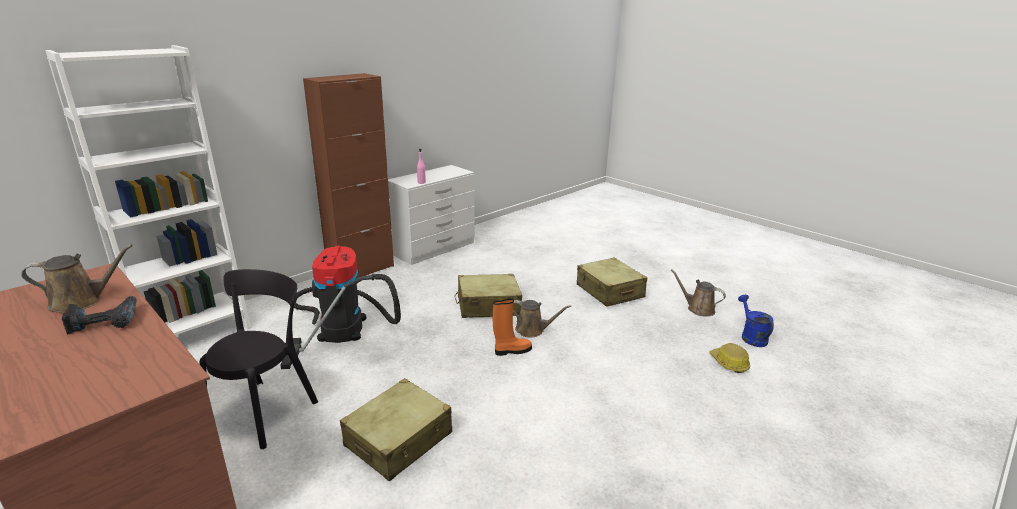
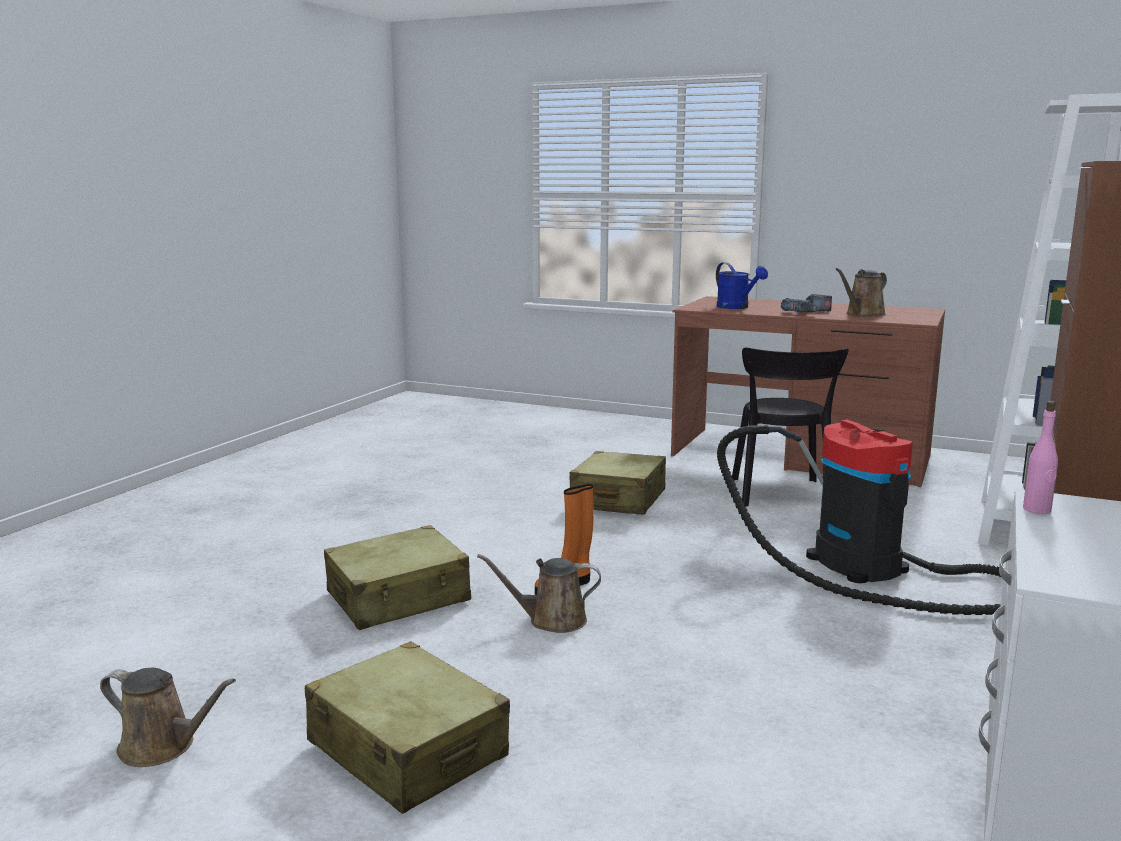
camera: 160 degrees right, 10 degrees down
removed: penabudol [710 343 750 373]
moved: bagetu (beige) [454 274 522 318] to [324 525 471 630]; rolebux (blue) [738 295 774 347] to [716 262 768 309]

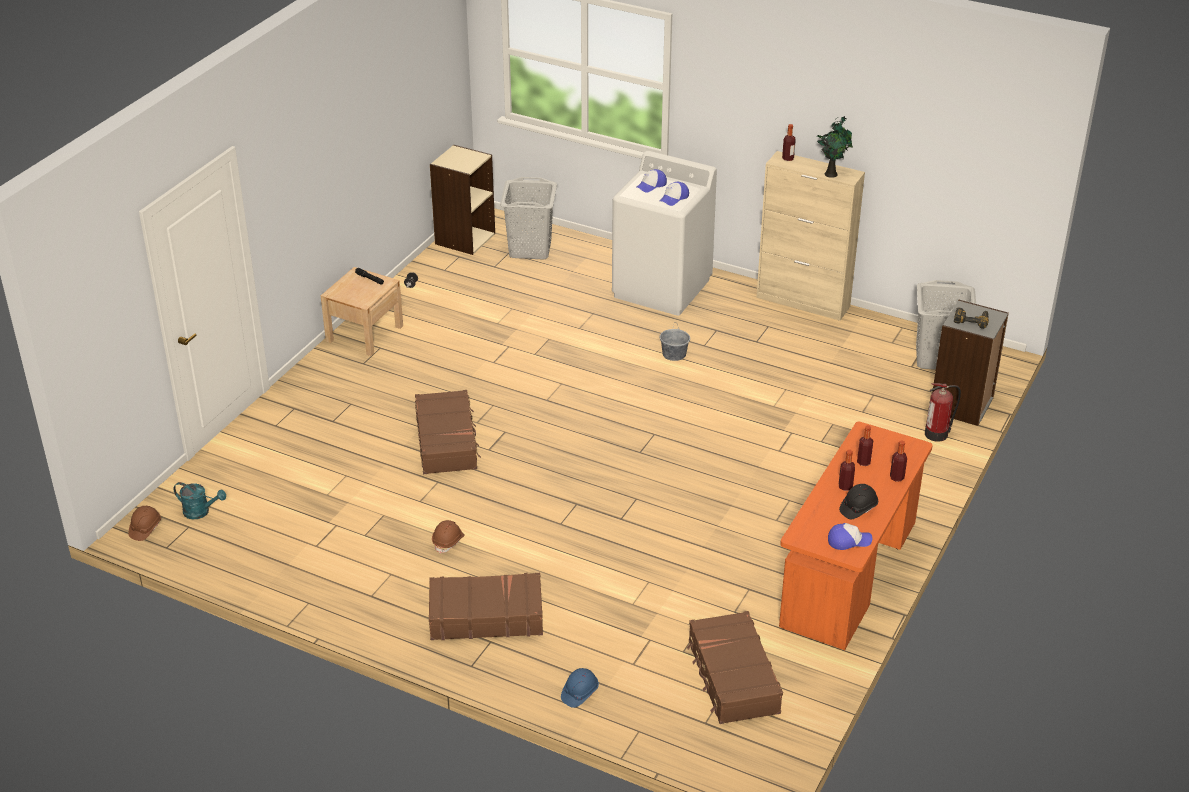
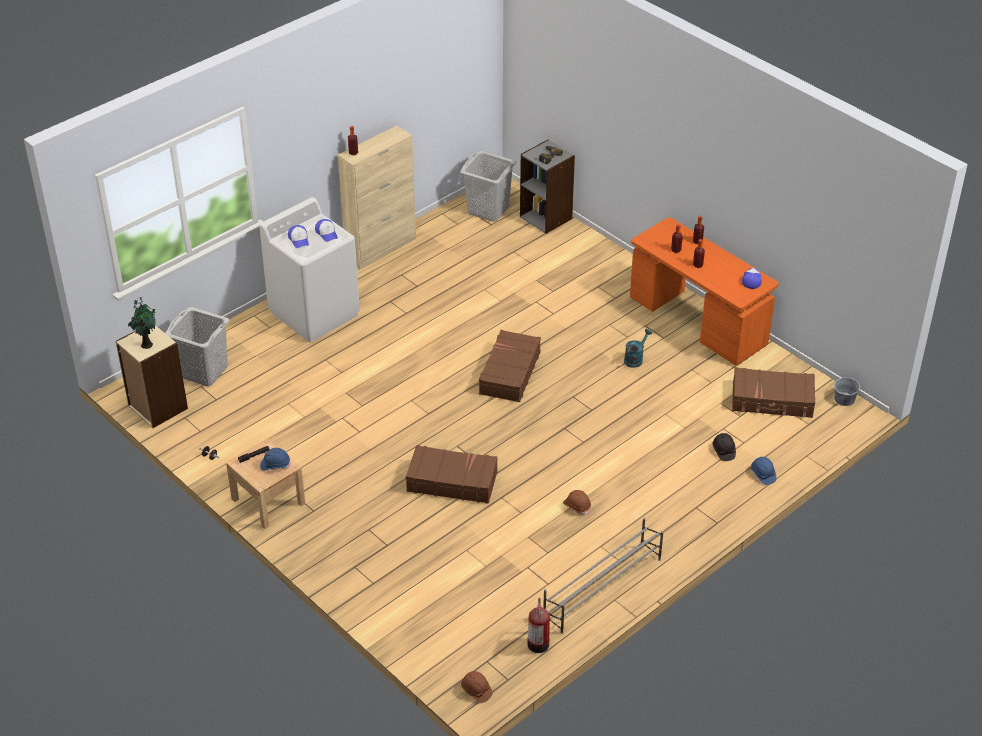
camera: 70 degrees left, 5 degrees up
added: penabudol (blue) [260 448 291 471]; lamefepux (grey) [543 517 663 634]
moved: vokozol [817 116 853 178] to [128 297 156 349]; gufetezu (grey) [660 324 690 361] to [834 377 860 406]; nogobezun [925 383 961 442] to [528 598 550 653]; rolebux (turquoise) [174 482 226 519] to [624 329 652 368]; penabudol (black) [839 484 878 519] to [712 433 736 461]; bagetu (brown) [429 573 543 640] to [477 330 541 402]

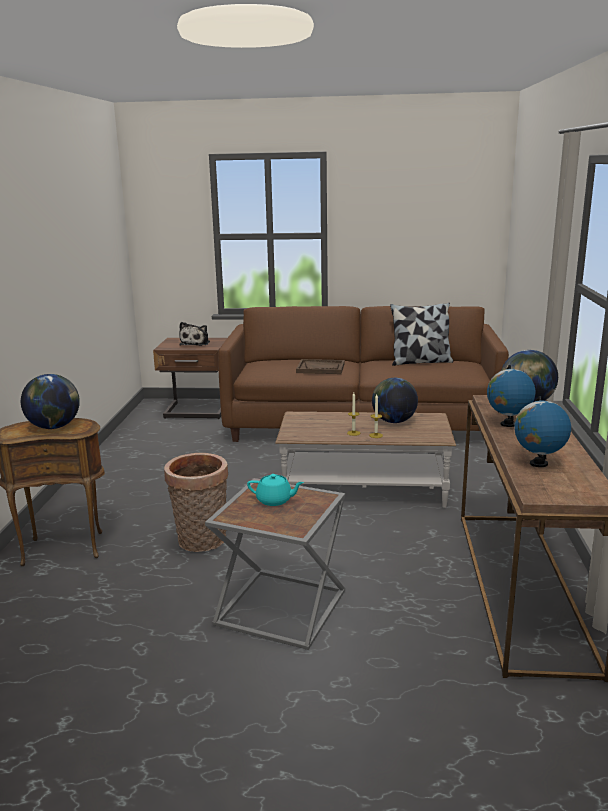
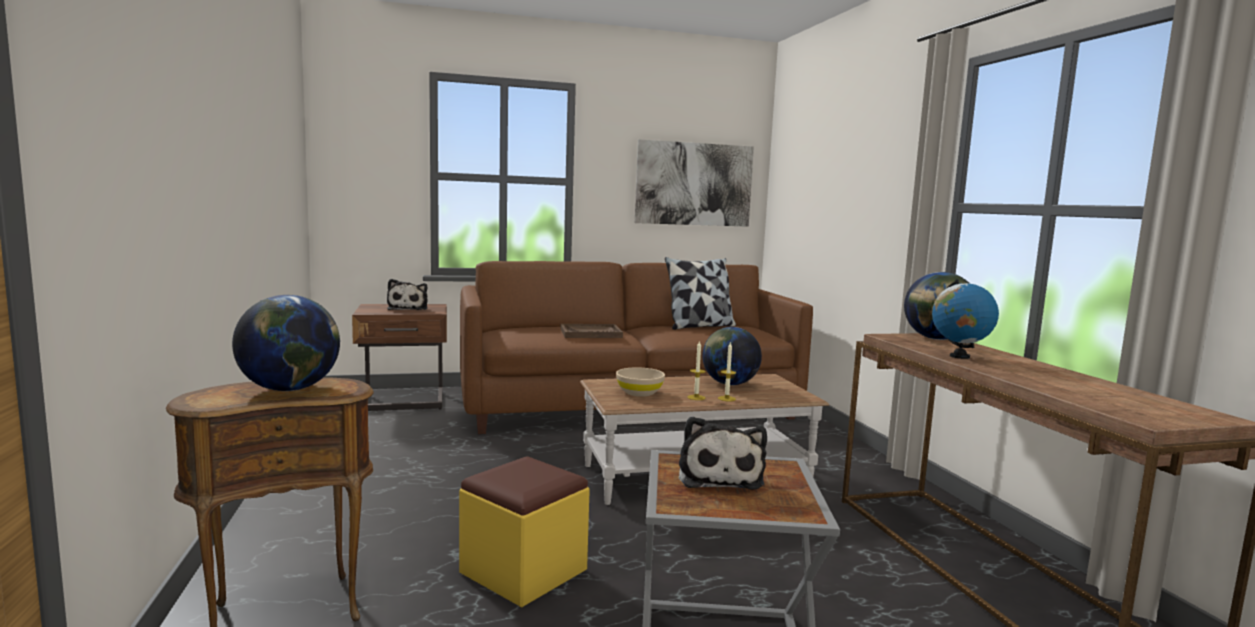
camera: 20 degrees left, 10 degrees down
removed: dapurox [514 396 571 467]
added: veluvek [635 139 754 227]; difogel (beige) [616 367 665 397]
replaced: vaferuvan [164 453 228 552] to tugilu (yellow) [459 457 590 607]; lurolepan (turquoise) [247 474 304 506] to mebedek [679 416 767 490]

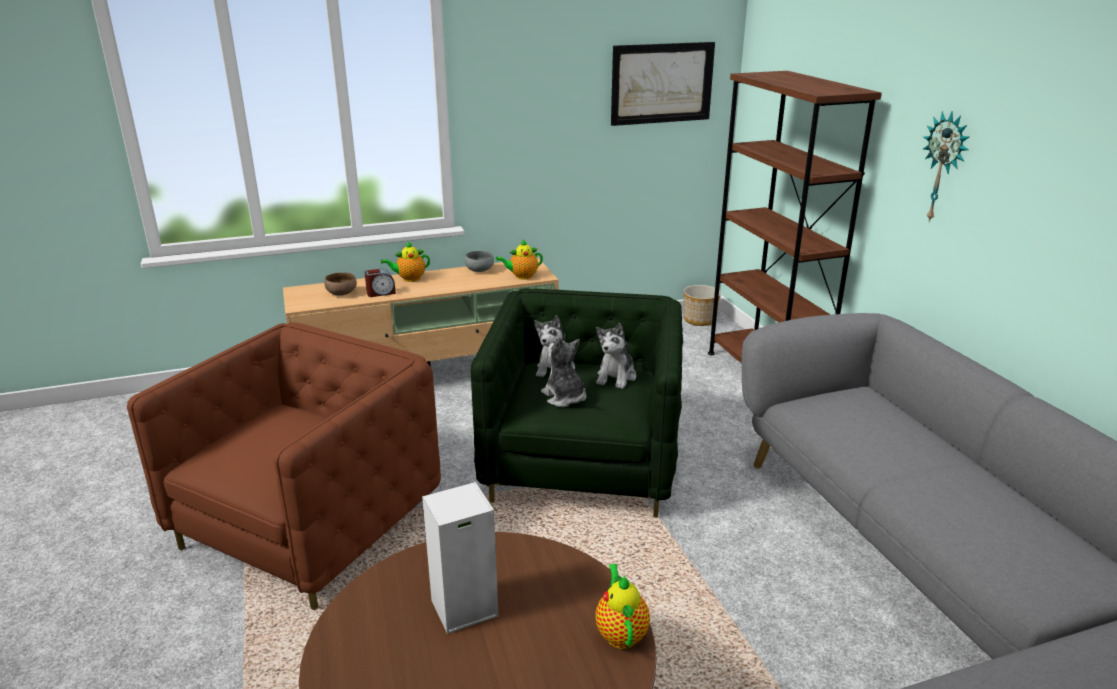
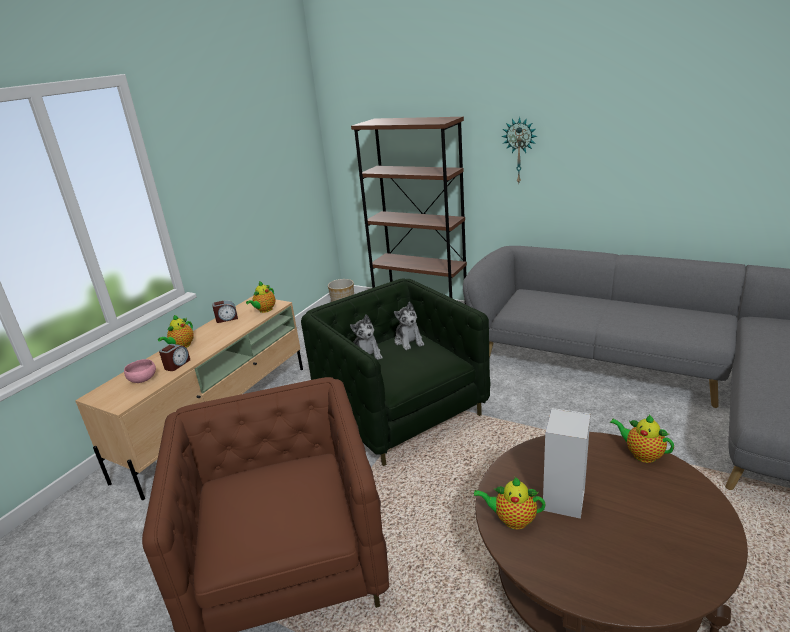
camera: 40 degrees left, 0 degrees up
removed: veluvek [611 42 715 126]; mebedek [541 337 586 407]
added: lurolepan [474 477 546 529]
replaced: difogel (grey) [465 251 494 272] to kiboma [212 300 238 323]
recoloured: difogel (brown) [324 273 357 296] to difogel (pink) [124 359 156 383]

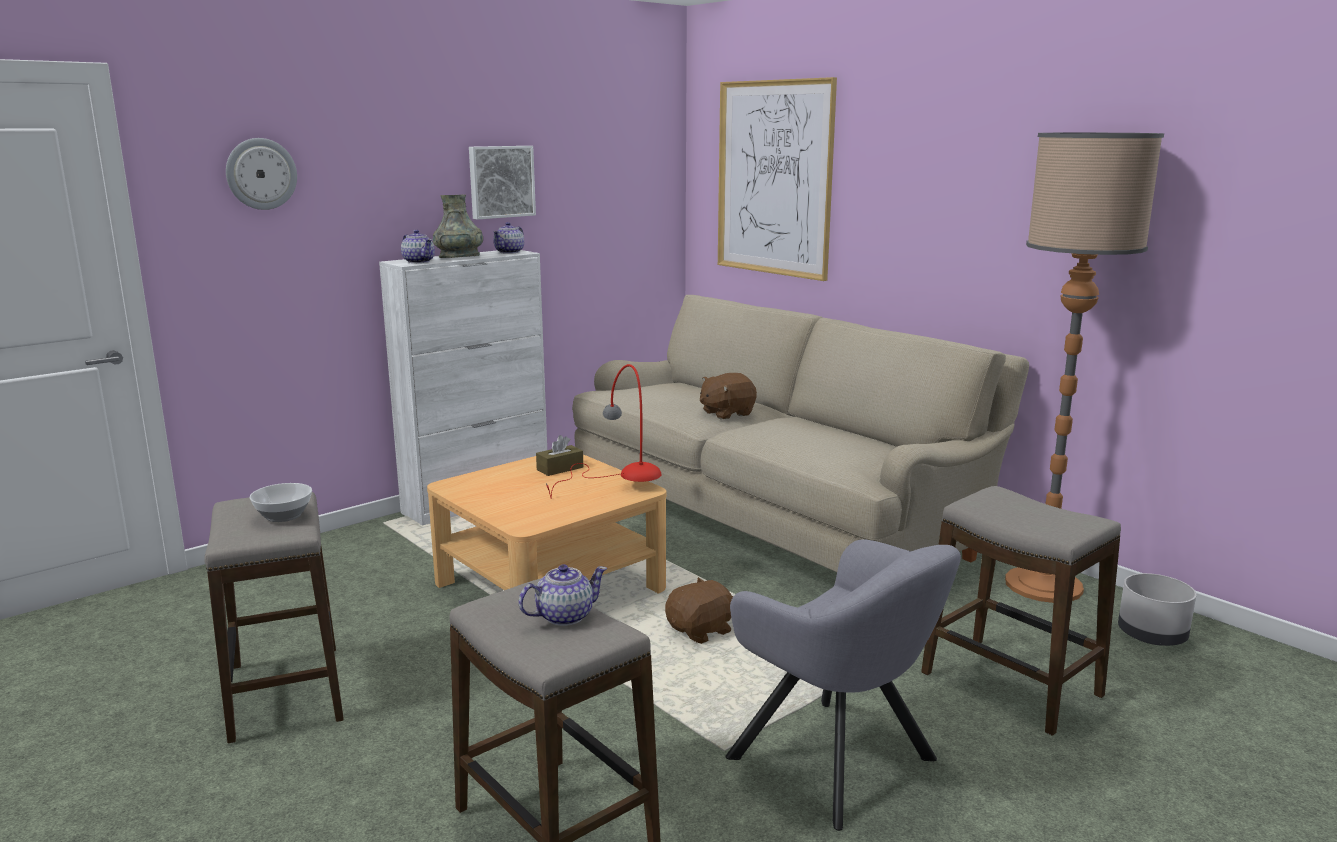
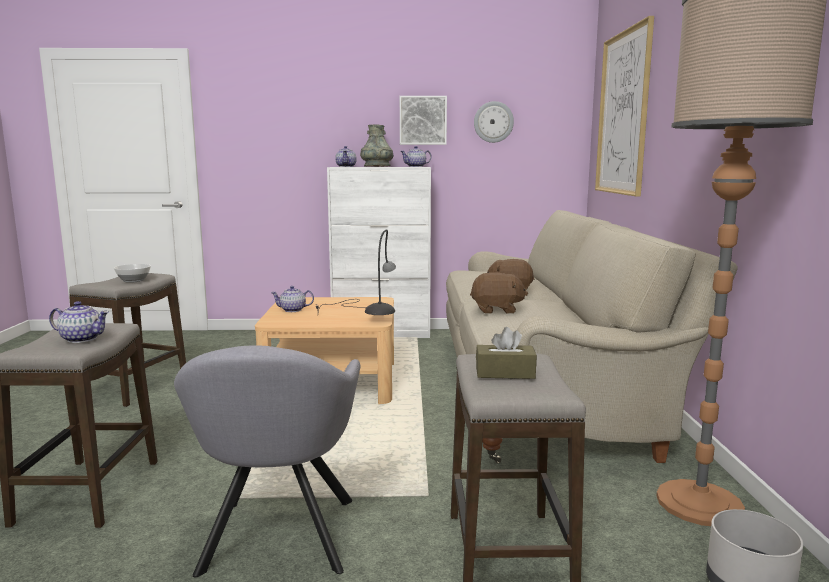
camera: 40 degrees right, 5 degrees down
added: lurolepan [271 286 314 312]
moved: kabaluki [226 138 297 210] to [474 101 514 143]; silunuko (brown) [536 435 583 476] to [476 327 537 379]; mebedek (brown) [665 577 733 644] to [470 272 528 314]
recoloured: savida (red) [546 364 662 499] to savida (grey) [316 229 396 315]

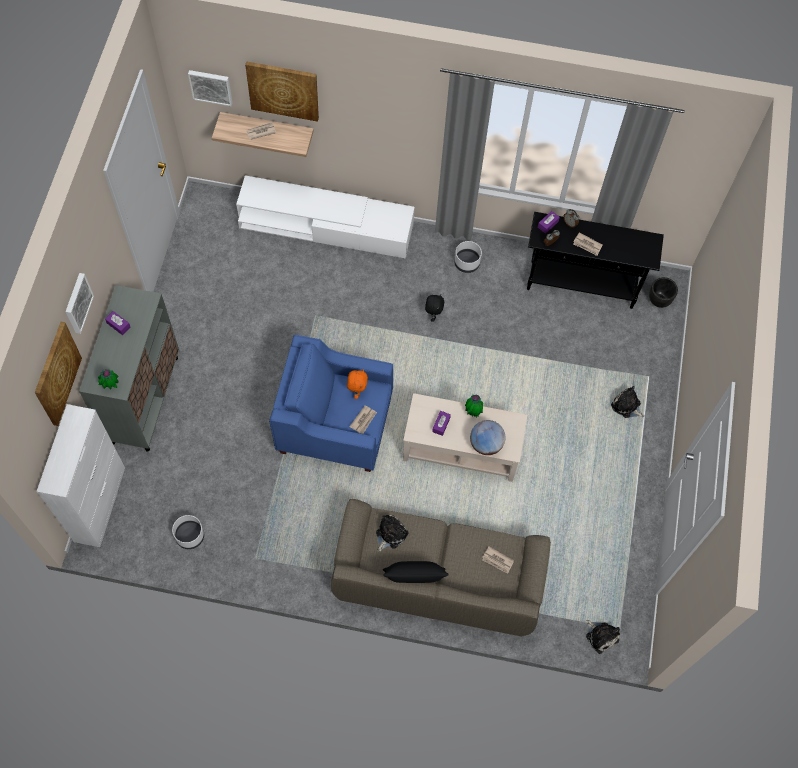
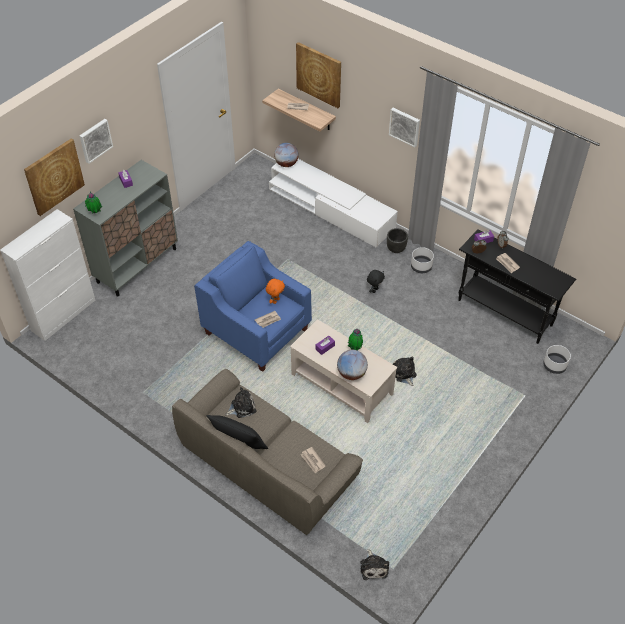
camera: 30 degrees right, 15 degrees down
added: dapurox [274 143 299 167]
moved: veluvek [188 70 233 106] to [389 108 420 147]; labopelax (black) [649 277 678 308] to [387 228 408 253]; mebedek [611 386 645 418] to [393 356 417 386]; labopelax (white) [172 515 204 549] to [543 345 571 374]

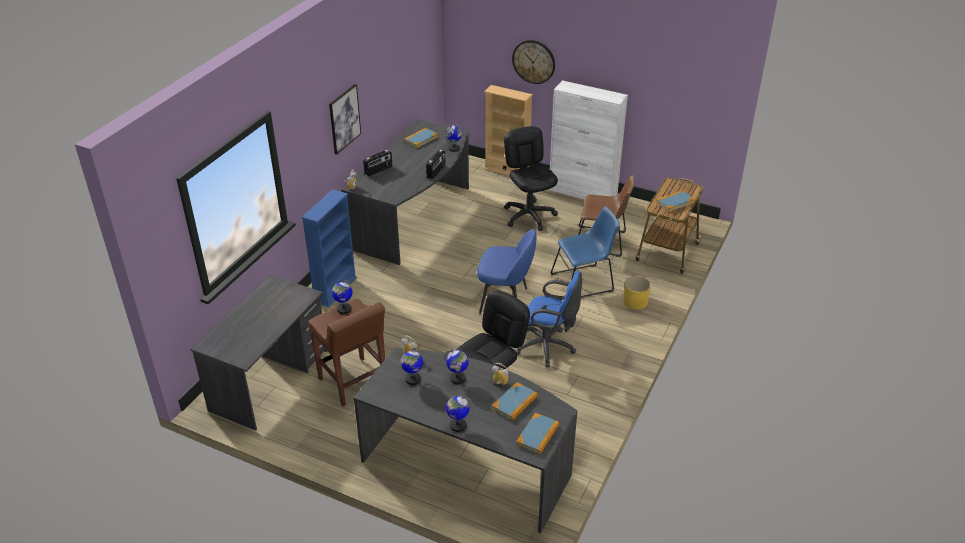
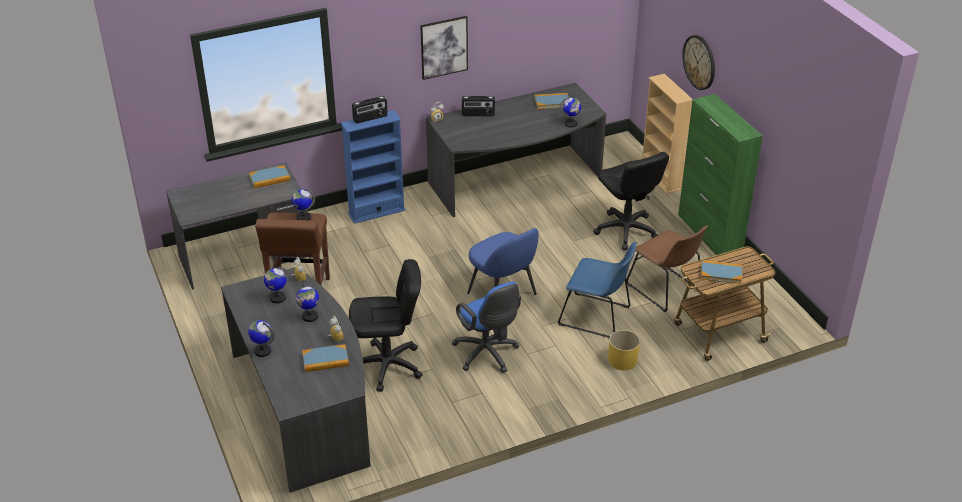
camera: 40 degrees right, 0 degrees up
moved: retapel [426 149 445 179] to [352 96 388 124]; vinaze [516 413 559 454] to [249 165 290 188]
recoloured: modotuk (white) [549 80 628 200] to modotuk (green) [678 94 763 255]
turned: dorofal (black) [504 126 558 231] = [593 152 669 250] 135 degrees clockwise

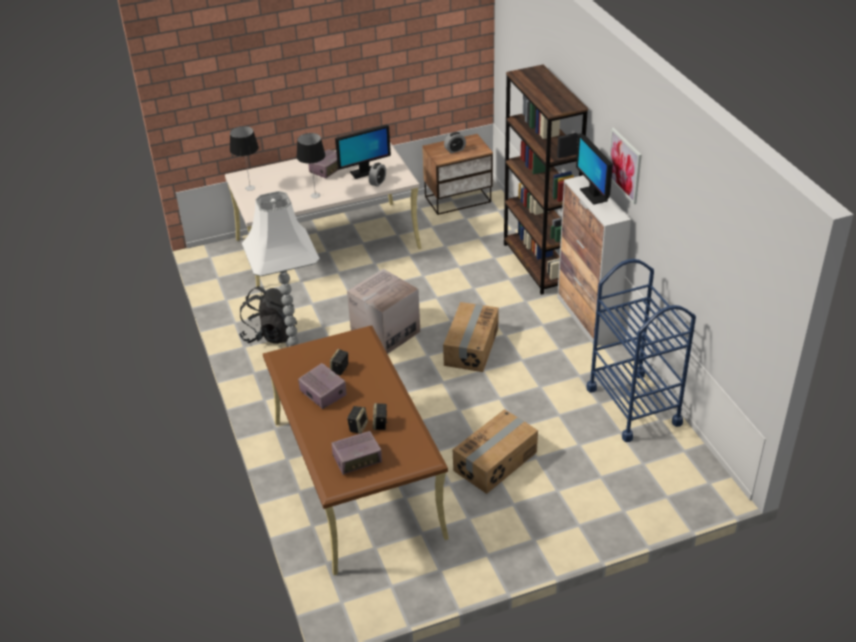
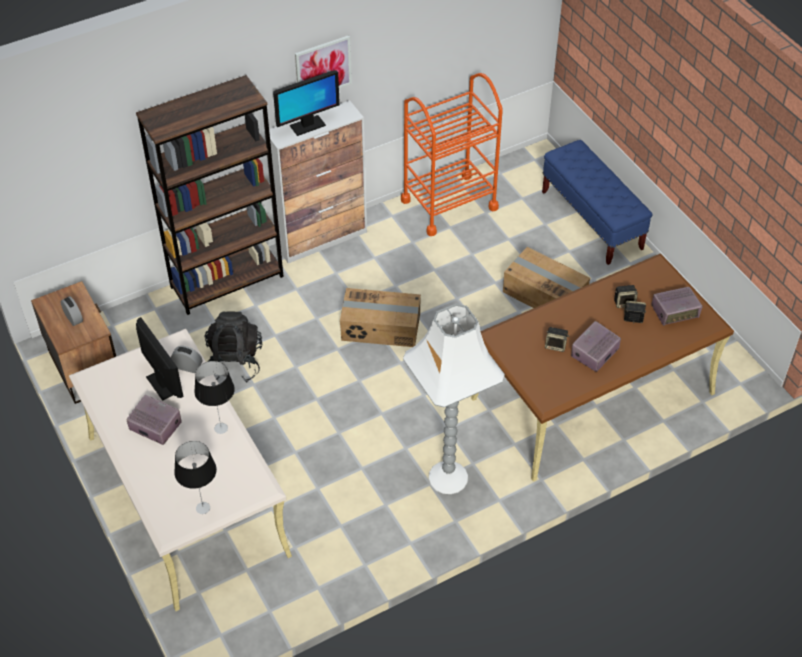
camera: 100 degrees left, 10 degrees up
removed: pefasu [347 269 420 354]
added: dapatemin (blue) [542 140 653 265]
moved: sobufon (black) [239 286 297 344] to [205 311 262 382]
recoloured: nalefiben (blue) [586 259 696 442] to nalefiben (orange) [401 73 503 236]
turned: retapel [332 431 382 475] = [651 287 702 326] 105 degrees clockwise

